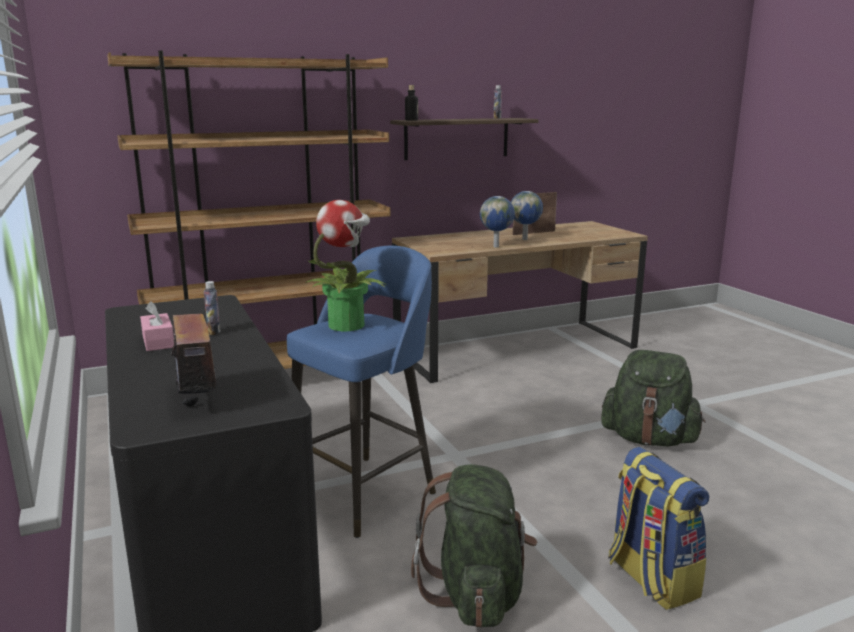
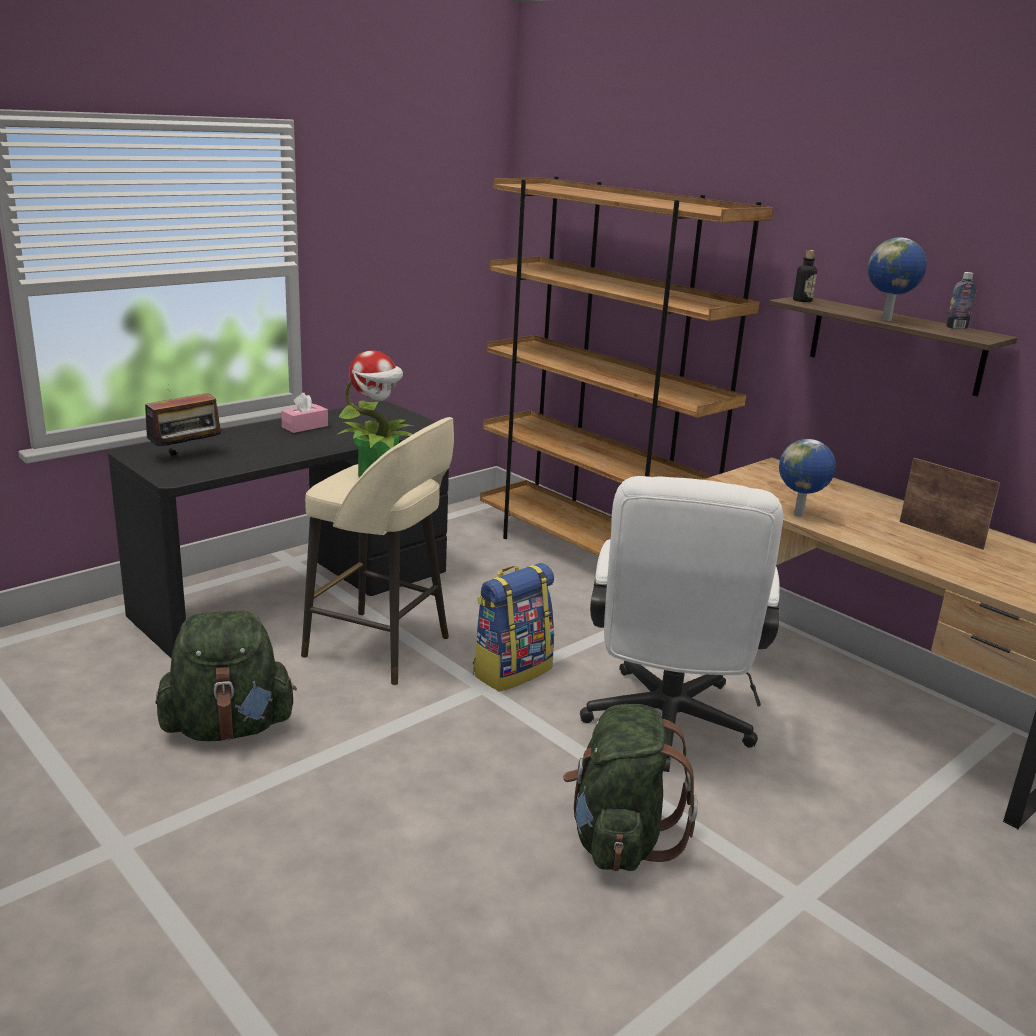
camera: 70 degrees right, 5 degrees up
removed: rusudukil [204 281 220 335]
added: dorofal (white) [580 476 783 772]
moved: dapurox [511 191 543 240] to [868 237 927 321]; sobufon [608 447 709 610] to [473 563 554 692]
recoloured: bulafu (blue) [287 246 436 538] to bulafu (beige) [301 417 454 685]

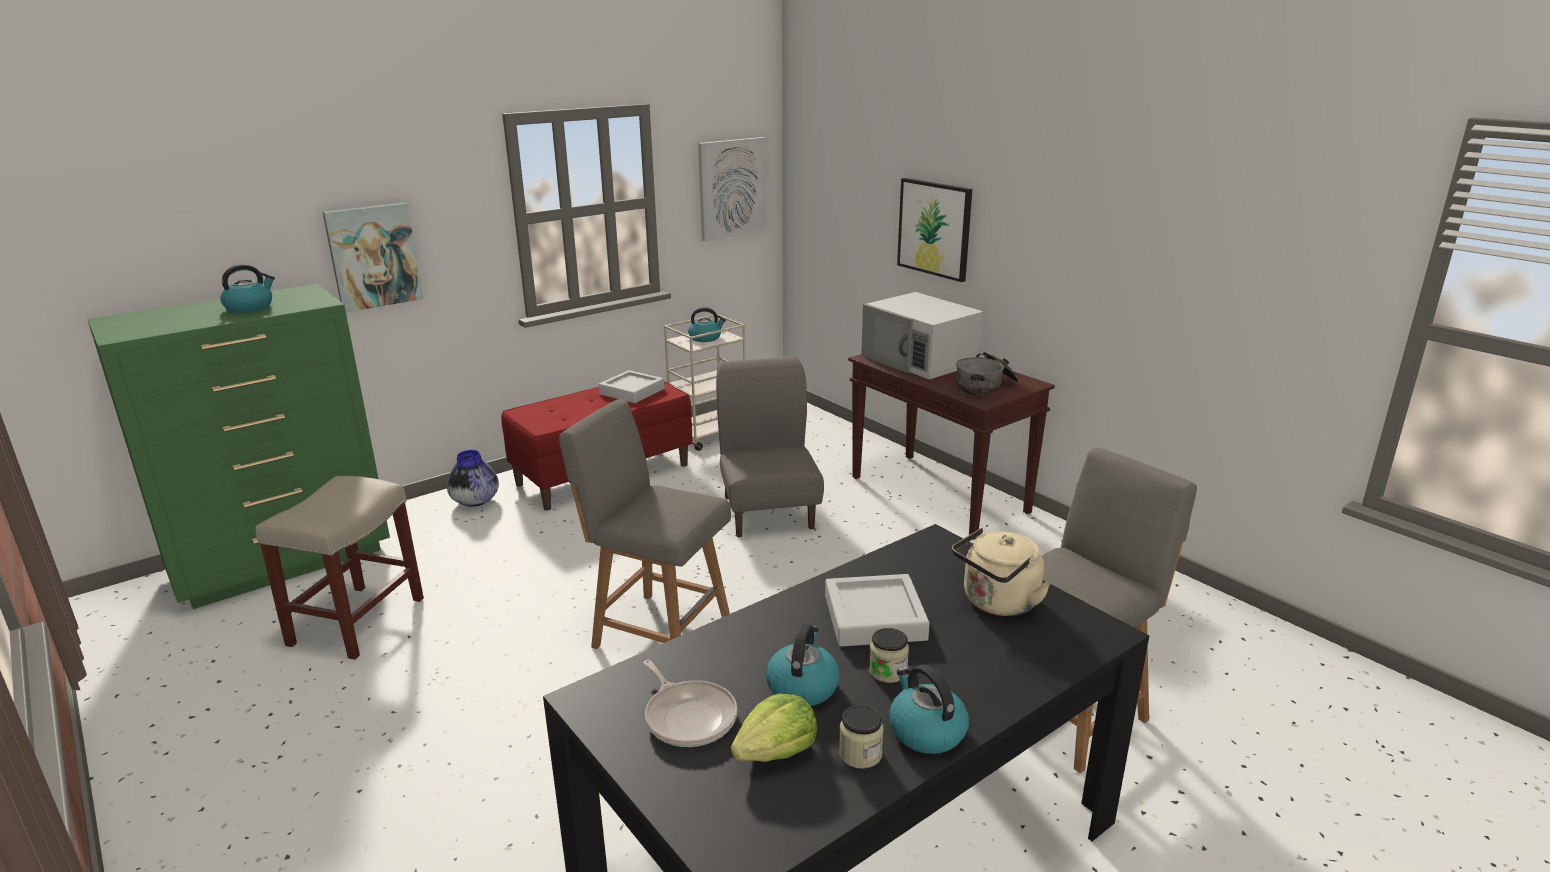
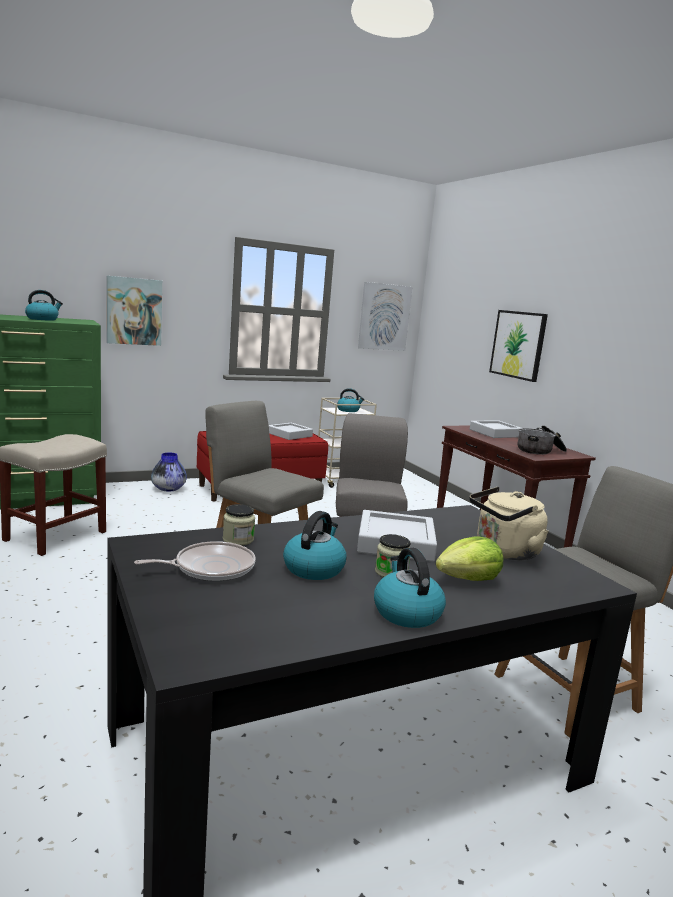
camera: 10 degrees right, 10 degrees down
moved: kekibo [731 693 817 762] to [436 537 503 581]; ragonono [839 705 884 769] to [223 504 255 546]
replaced: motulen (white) [861 292 984 380] to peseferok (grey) [470 420 523 438]
turned: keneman [644 660 737 747] = [134 541 255 581] 90 degrees counterclockwise

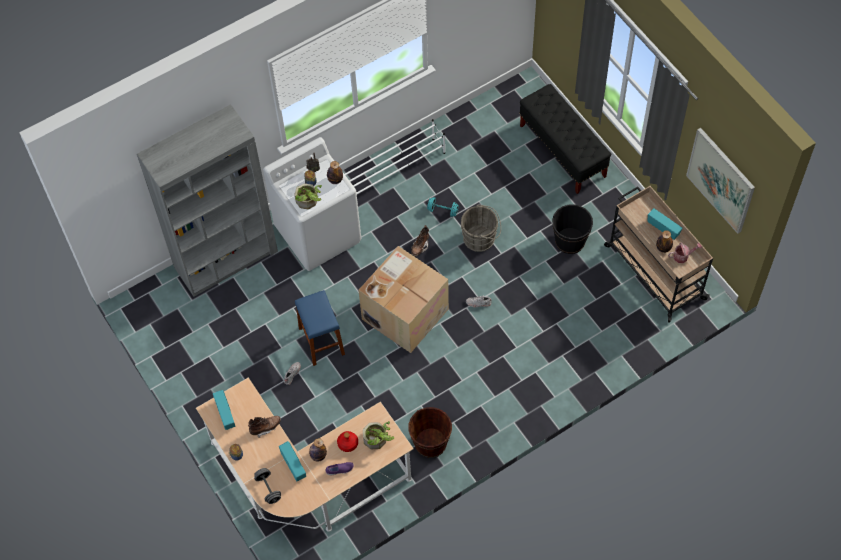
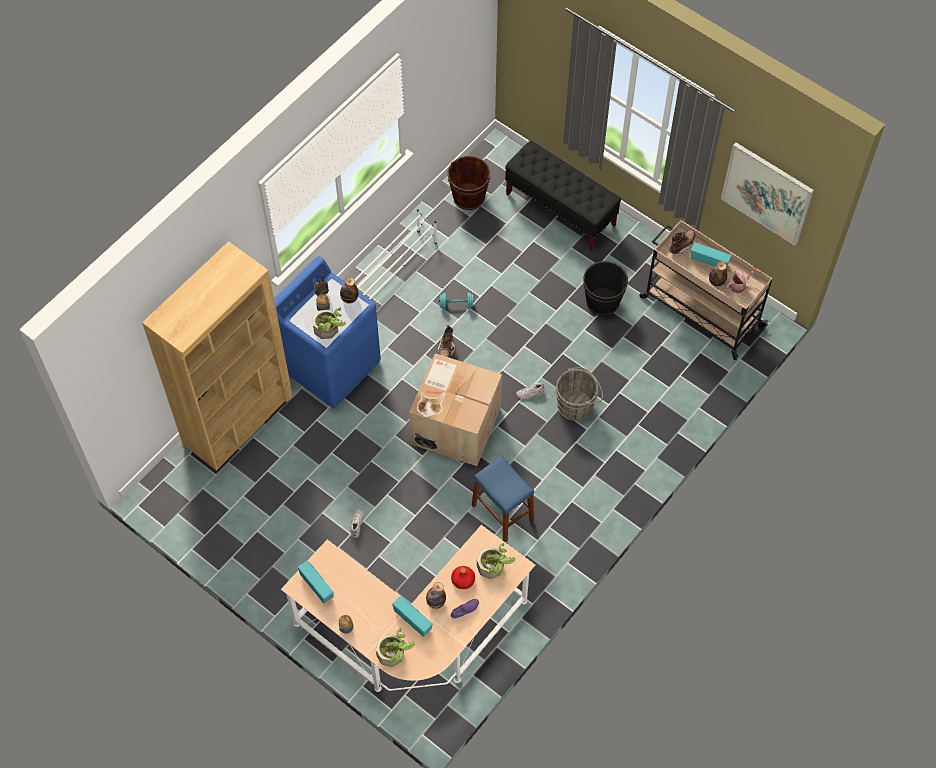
camera: 20 degrees left, 0 degrees up
moved: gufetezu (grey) [461 204 501 252] to [555 367 603 421]; bulafu (blue) [295 290 345 366] to [472 456 534 542]; gufetezu (brown) [408 407 452 458] to [448 156 491 210]; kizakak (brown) [248 416 281 438] to [669 230 696 255]
replaced: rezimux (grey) [254 468 281 504] to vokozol [376 628 415 667]
recoloured: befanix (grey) [137 104 278 297] to befanix (brown) [142 241 293 471]; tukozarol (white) [263 137 361 271] to tukozarol (blue) [274 256 381 408]

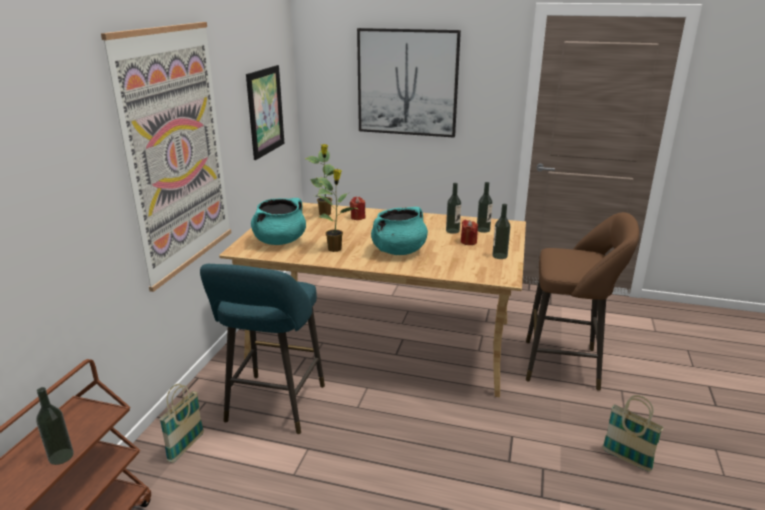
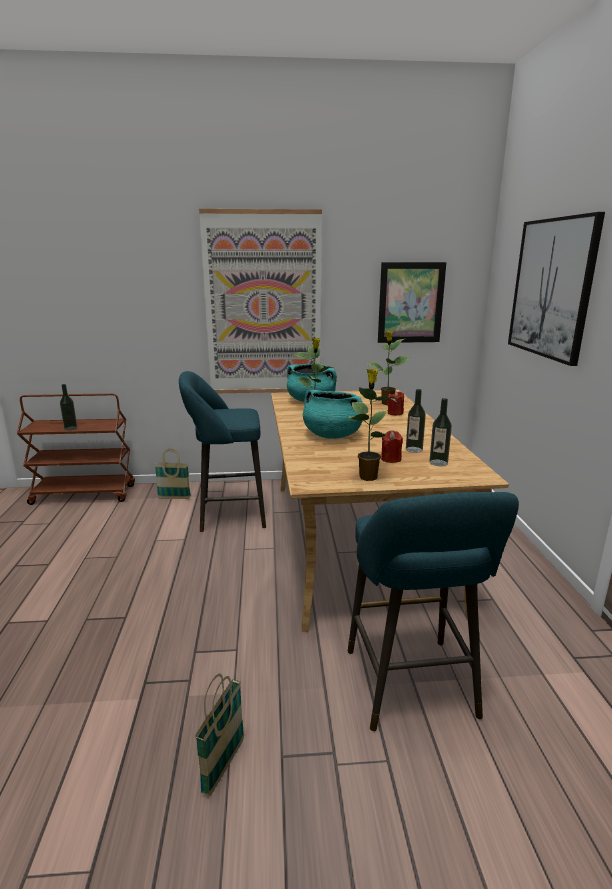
camera: 70 degrees right, 5 degrees down
replaced: rusudukil [492 204 510 259] to vokozol [348 369 396 481]
recoloured: bulafu (brown) [526 212 639 391] to bulafu (turquoise) [348 492 519 731]

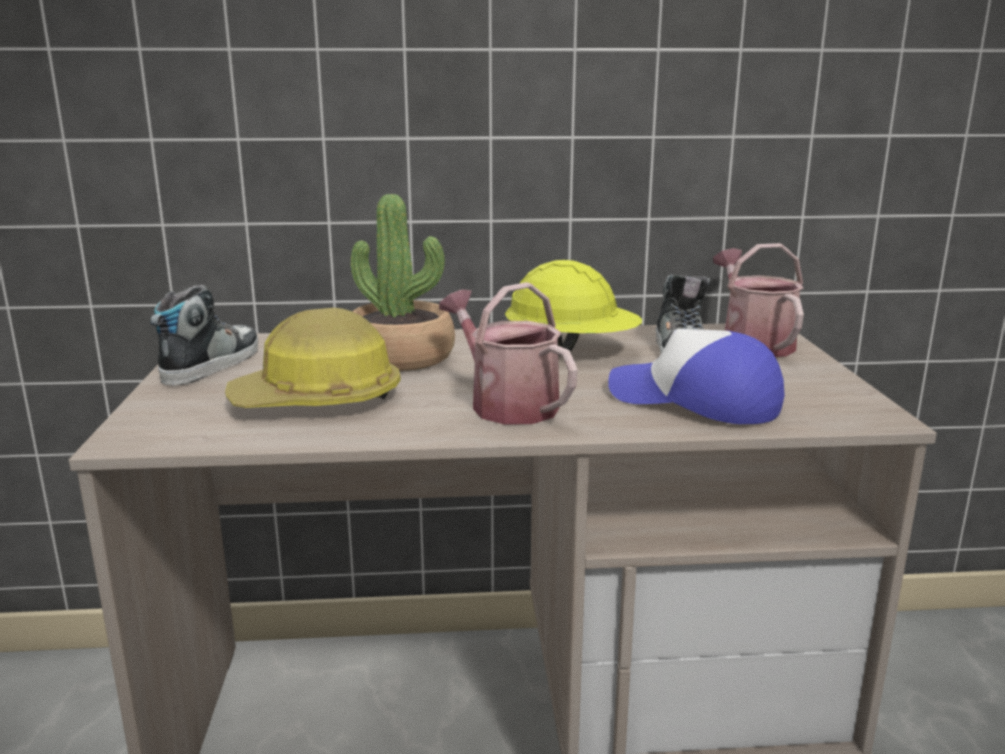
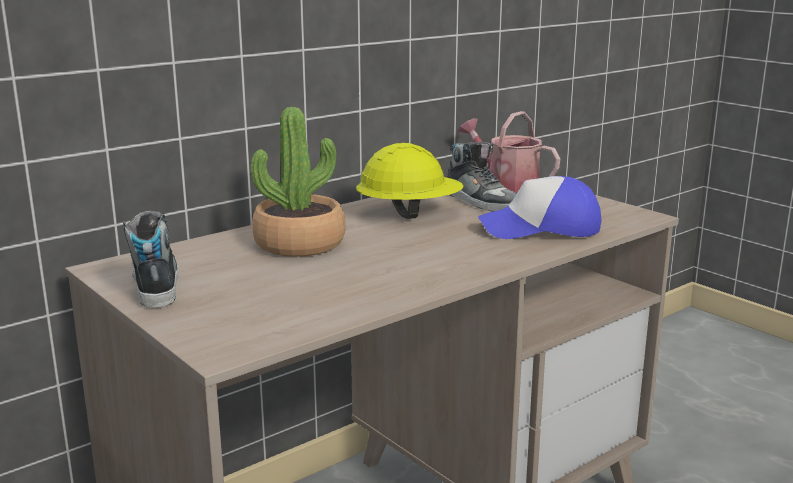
camera: 35 degrees left, 0 degrees up
removed: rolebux [439 282 578 425]; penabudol [225 308 401 408]

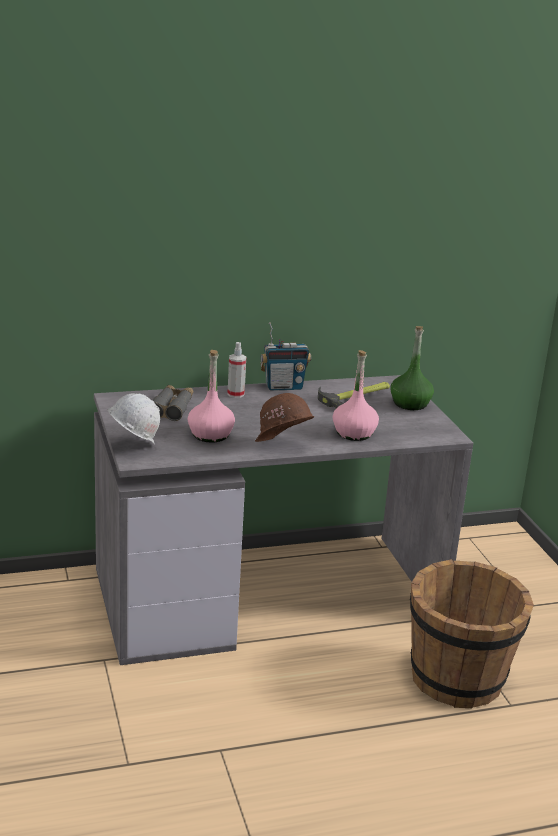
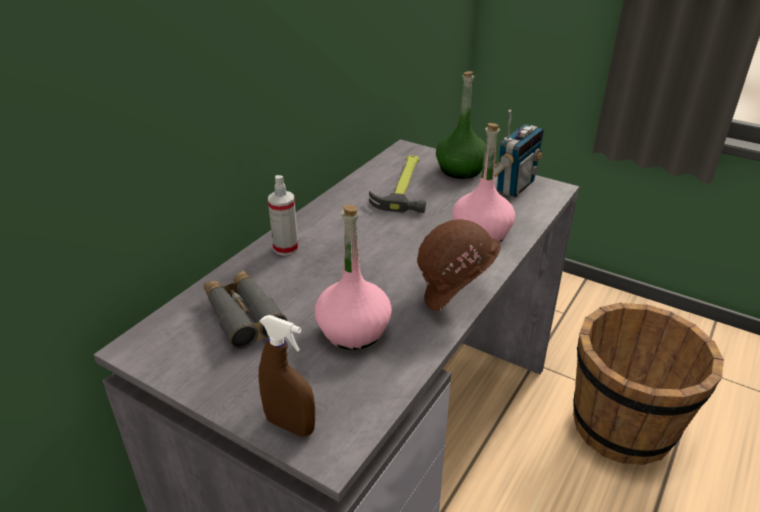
camera: 40 degrees left, 10 degrees up
moved: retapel [260 322 311 391] to [494 110 544 197]
replaced: penabudol (white) [108 393 160 446] to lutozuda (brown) [259 315 315 437]

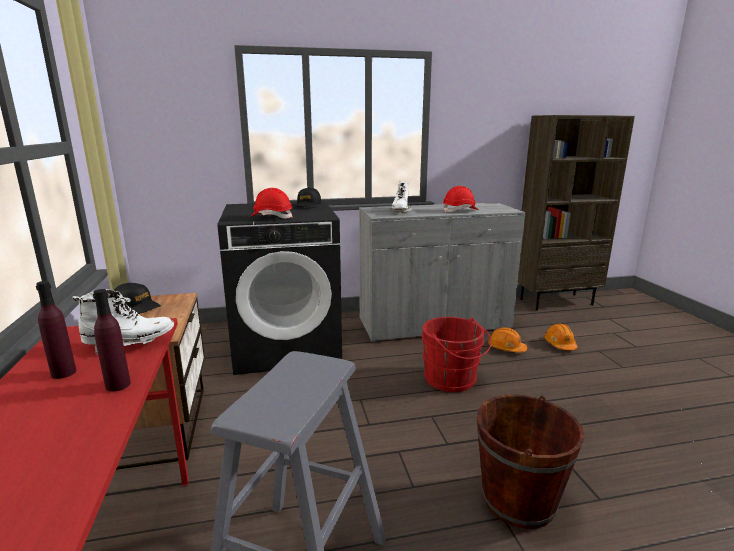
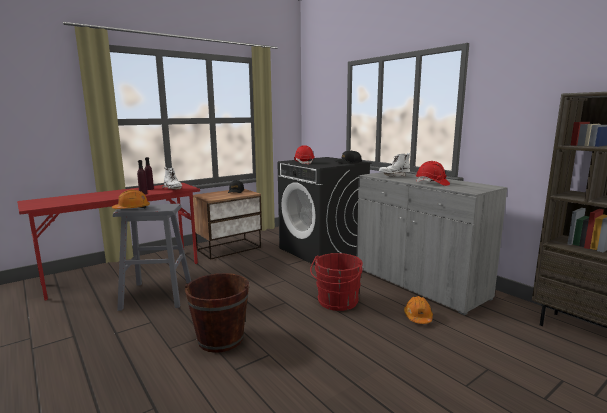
camera: 65 degrees right, 5 degrees down
moved: penabudol (orange) [544 323 578 350] to [112 190 150 209]

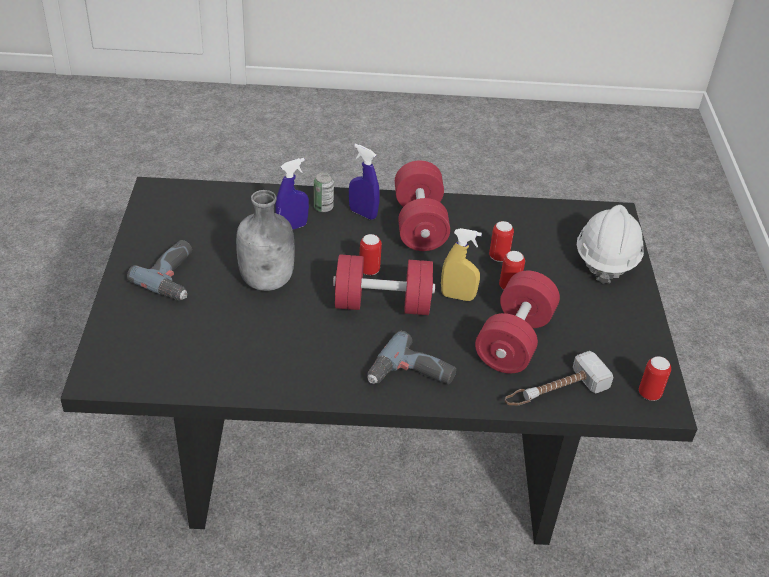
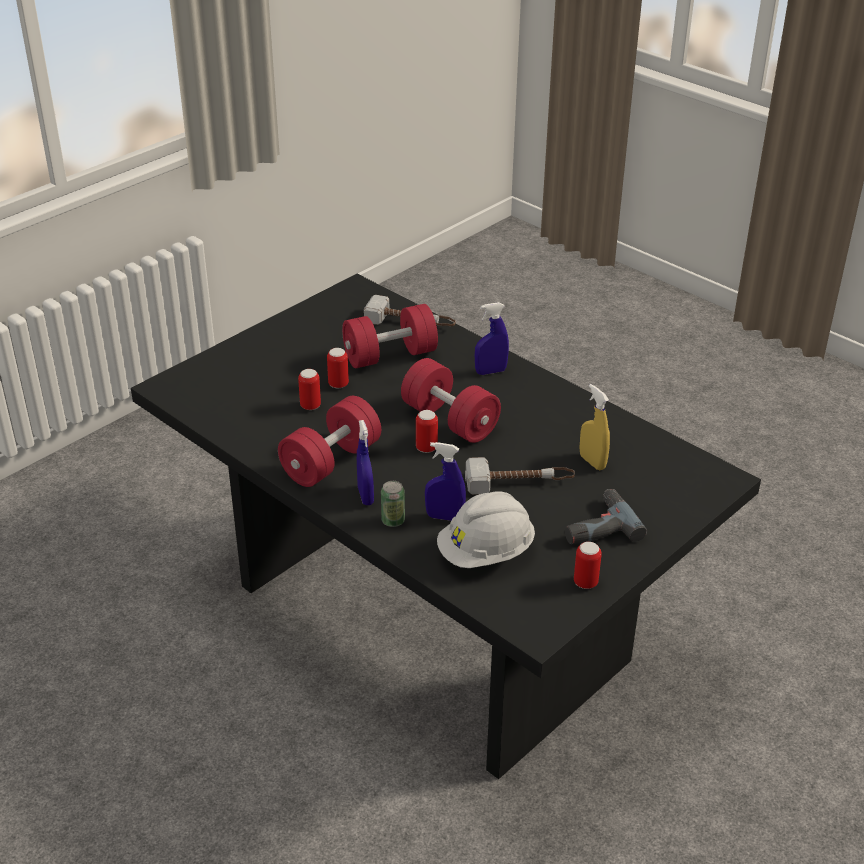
camera: 135 degrees left, 5 degrees down
moved: penabudol (white) [577 205 644 284] to [437 491 535 568]; lutozuda (yellow) [441 228 482 301] to [580 384 610 470]; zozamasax [639 356 671 401] to [574 542 602 589]
replaced: rusudukil (grey) [236 190 295 291] to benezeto [465 457 575 495]; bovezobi [367 331 456 384] to lutozuda (blue) [475 302 509 375]

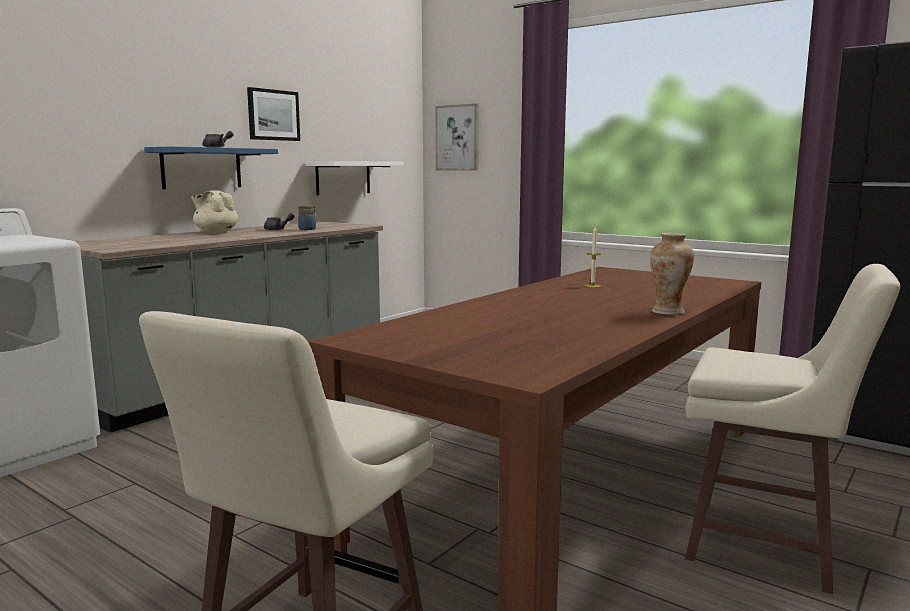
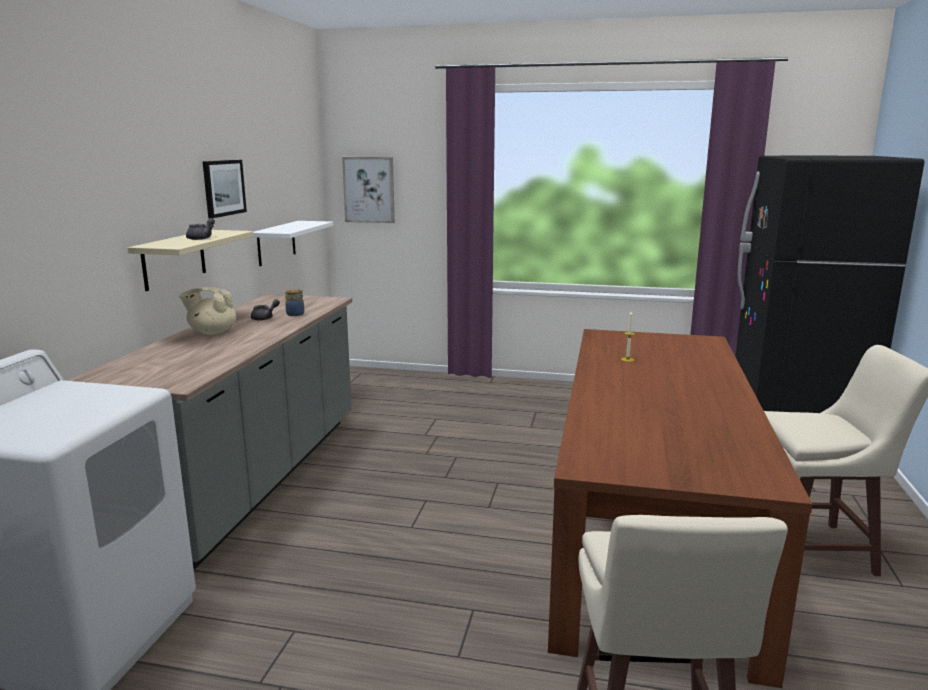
camera: 25 degrees left, 5 degrees up
removed: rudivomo [650 233 694 315]
recoloured: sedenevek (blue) [144 146 278 189] to sedenevek (beige) [128 230 253 291]

